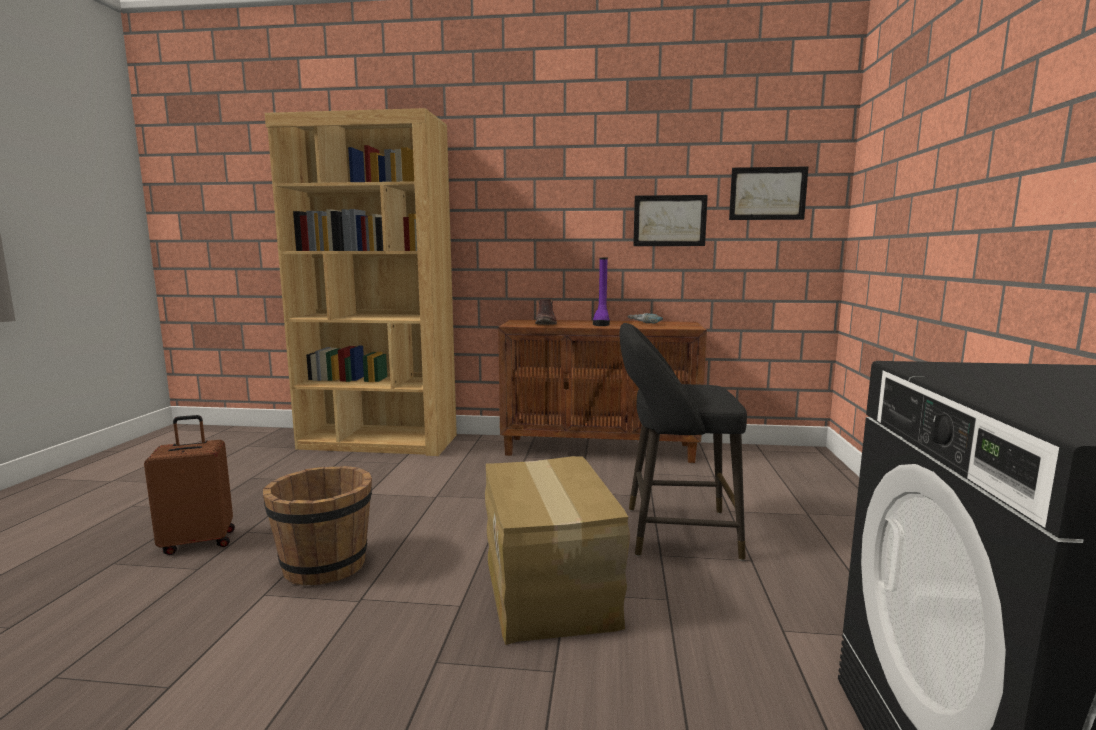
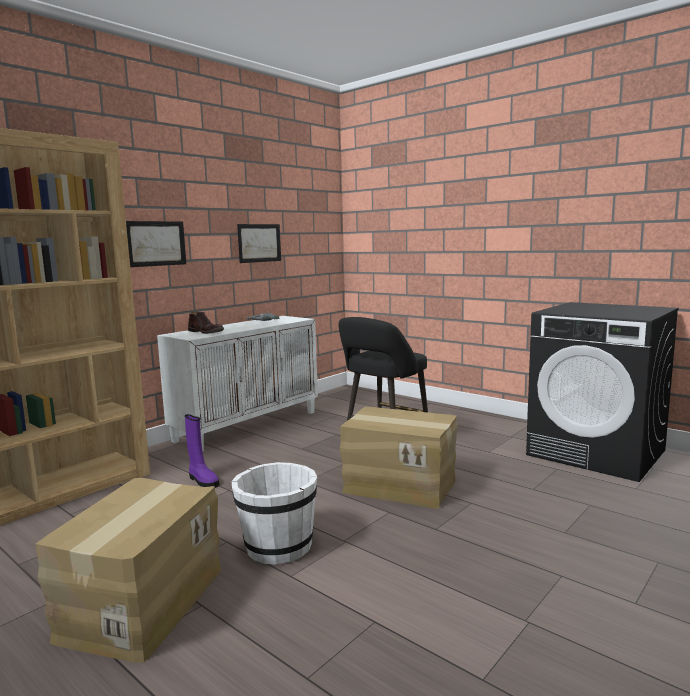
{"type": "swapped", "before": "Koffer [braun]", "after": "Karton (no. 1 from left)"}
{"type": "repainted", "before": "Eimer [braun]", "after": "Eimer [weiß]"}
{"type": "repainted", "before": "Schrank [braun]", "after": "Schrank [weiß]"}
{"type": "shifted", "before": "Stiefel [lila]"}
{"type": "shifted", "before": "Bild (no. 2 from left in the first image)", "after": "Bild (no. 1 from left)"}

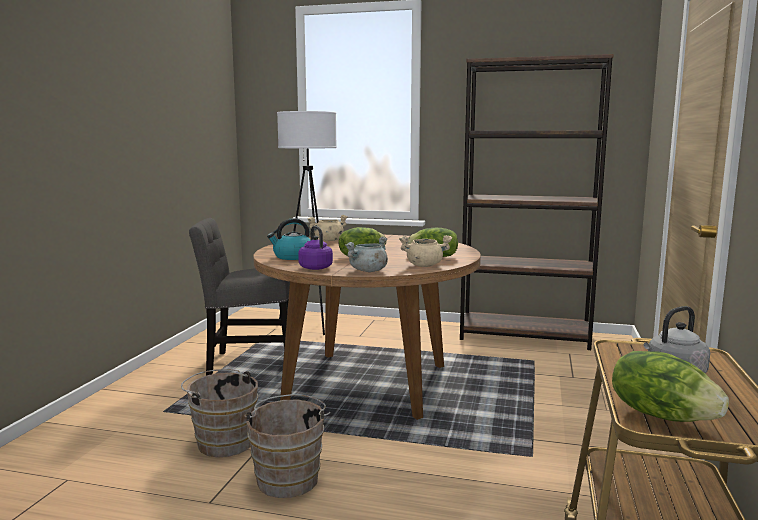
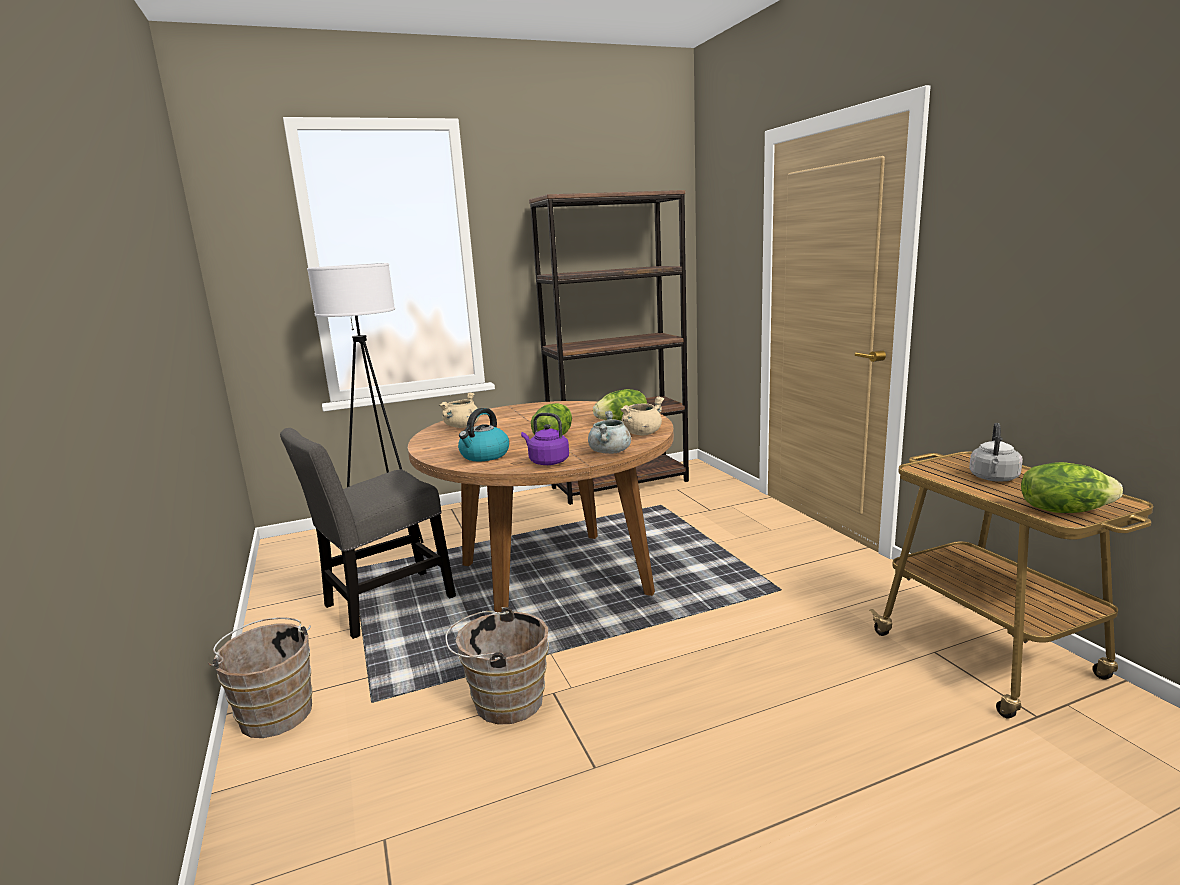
{"type": "shifted", "before": "Eimer [braun] (no. 2 from left in the first image)", "after": "Eimer [braun] (no. 1 from left)"}

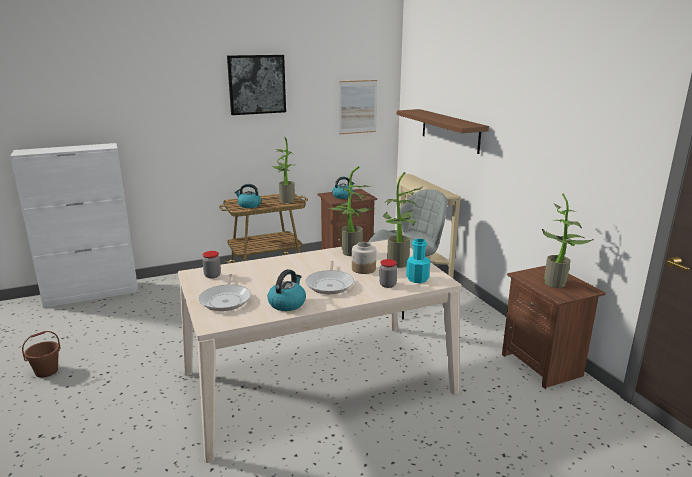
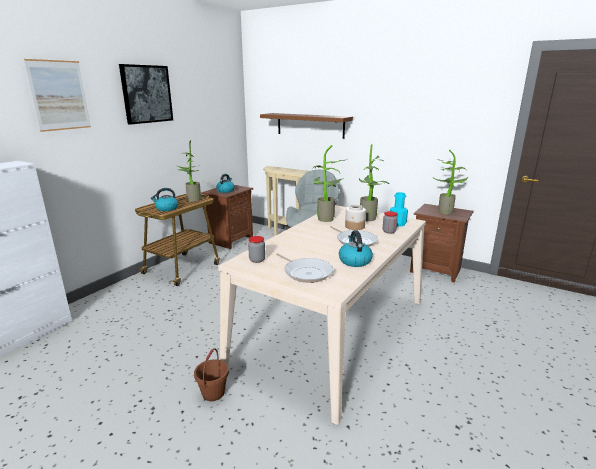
{"type": "shifted", "before": "Eimer [braun]"}
{"type": "shifted", "before": "Bild (no. 2 from left in the first image)", "after": "Bild (no. 1 from left)"}

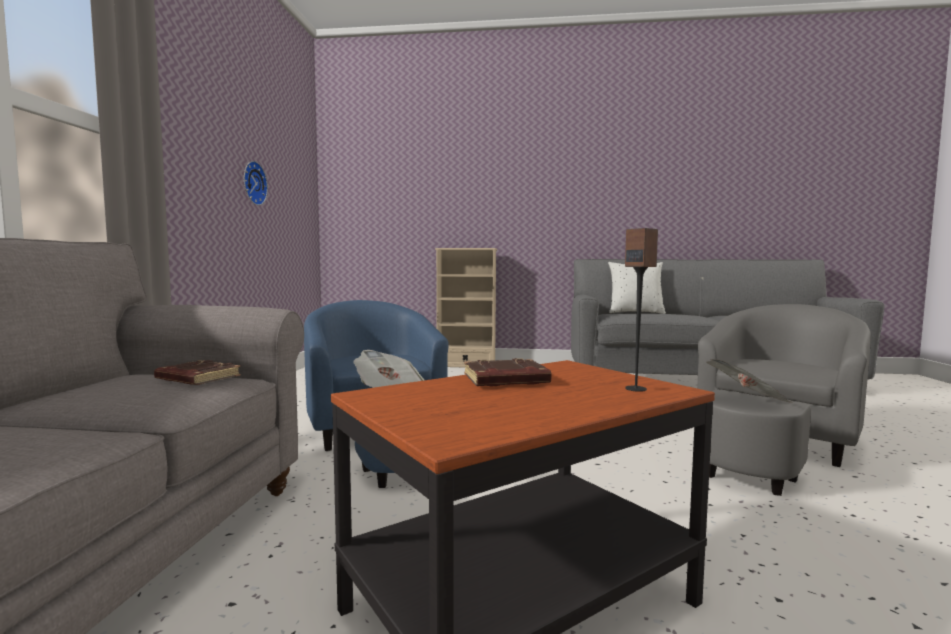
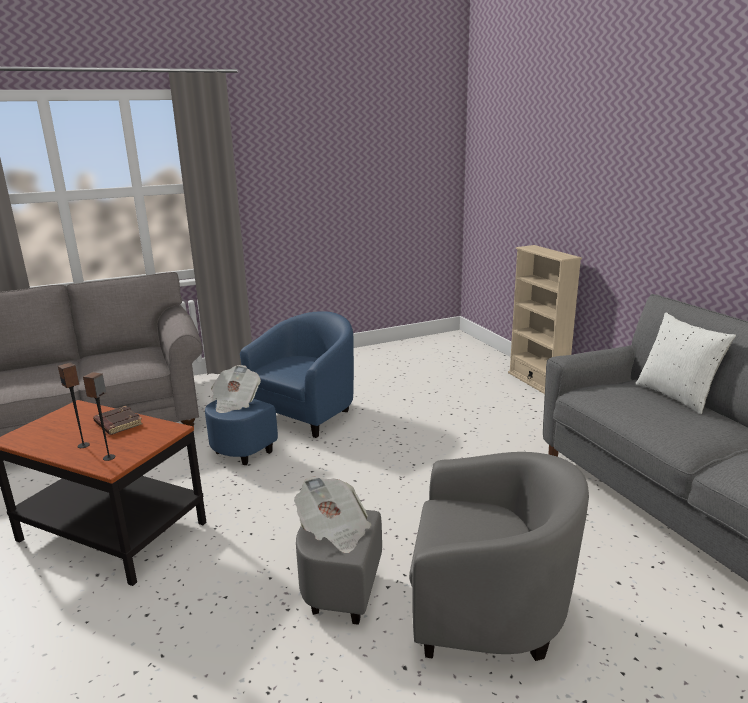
{"type": "gone", "before": "Buch [braun] (no. 1 from left)"}
{"type": "gone", "before": "Wanduhr"}
{"type": "new", "after": "Lautsprecher (no. 1 from left)"}

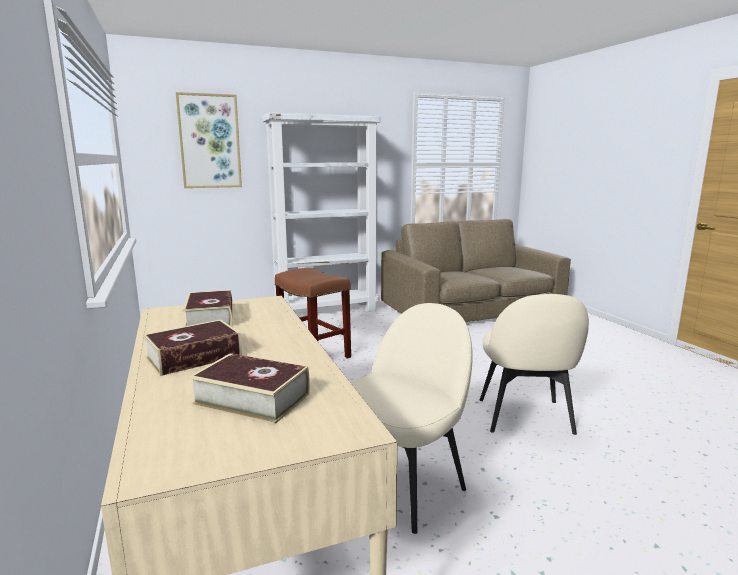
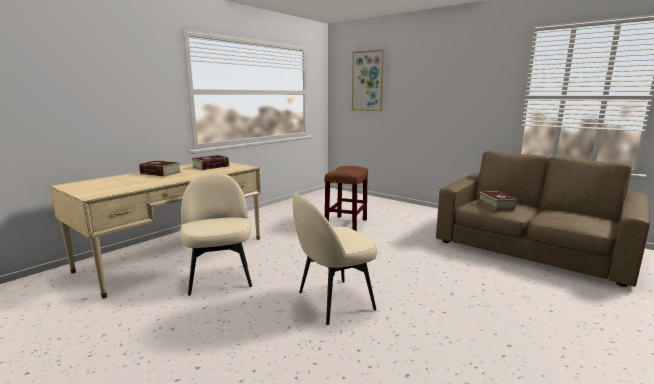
{"type": "shifted", "before": "Buch (no. 3 from left)"}
{"type": "gone", "before": "Bücherregal [weiß]"}
{"type": "rotated", "before": "Stuhl [beige] (no. 1 from left)", "turn": -120}

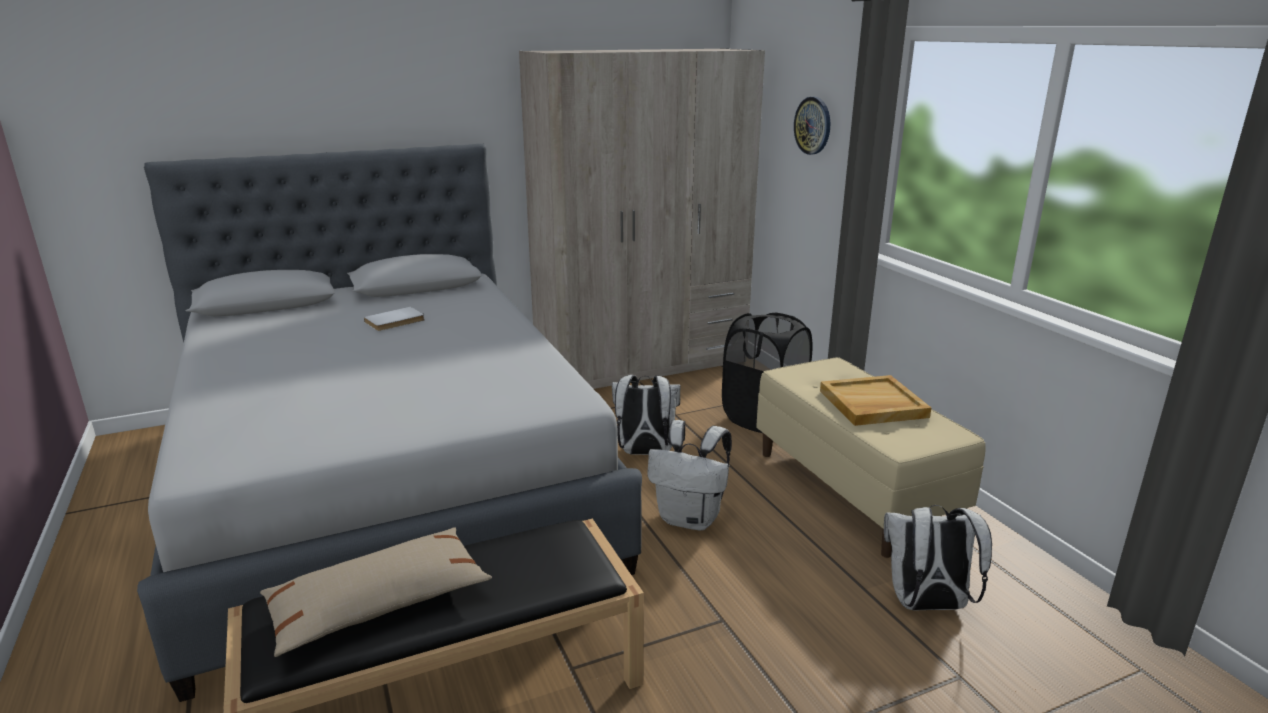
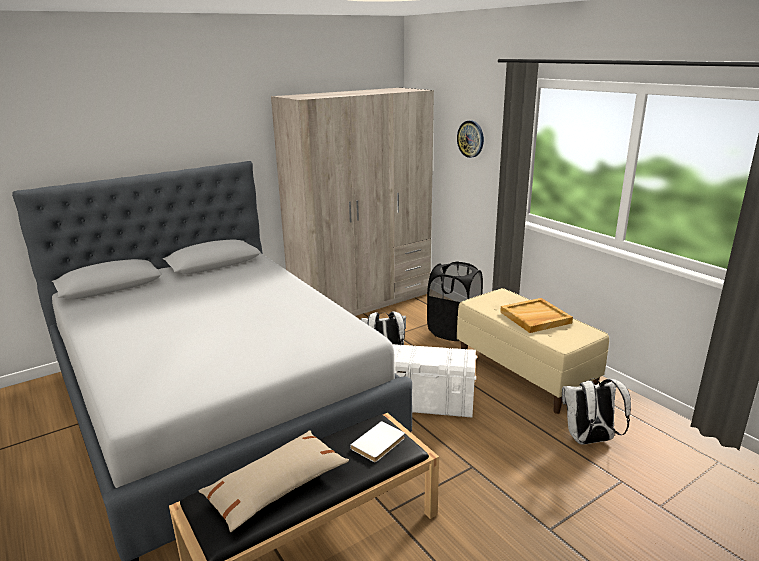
{"type": "shifted", "before": "Buch [weiß]"}
{"type": "swapped", "before": "Rucksack [weiß] (no. 2 from left)", "after": "Aufbewahrungsbox [weiß]"}

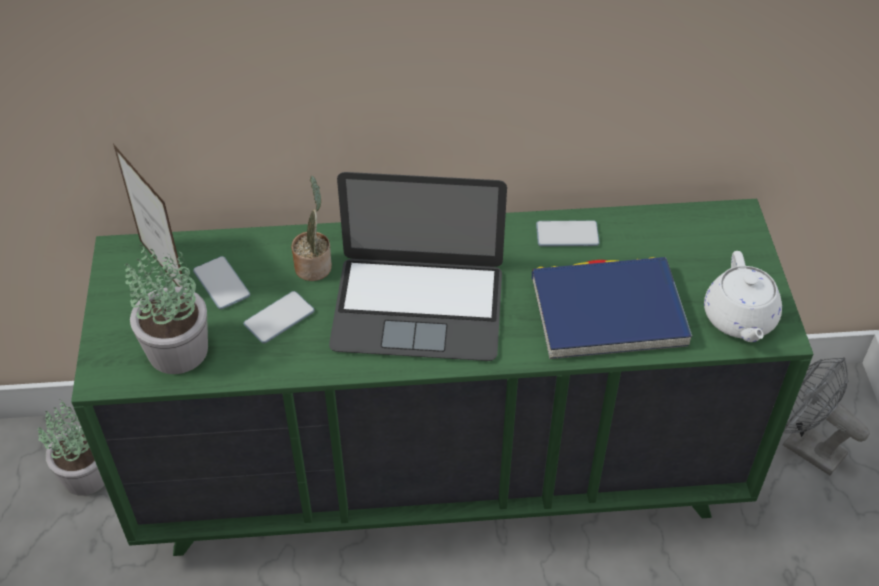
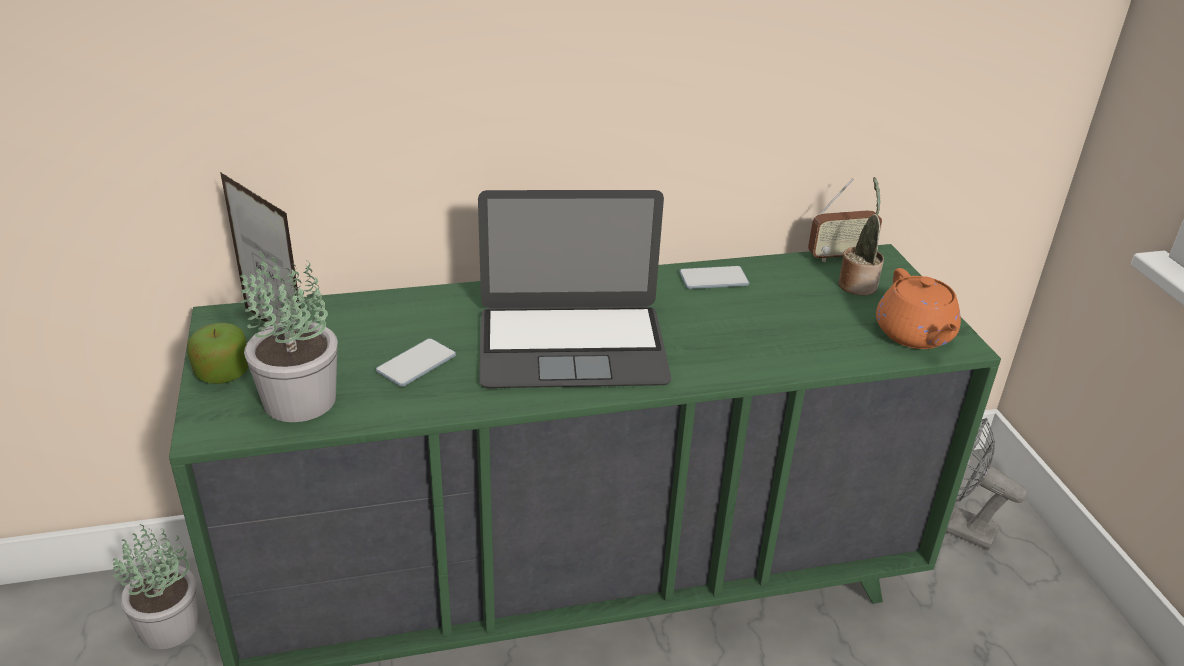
{"type": "gone", "before": "Handy (no. 1 from left)"}
{"type": "shifted", "before": "Topfpflanze (no. 3 from left)"}
{"type": "gone", "before": "Buch [blau]"}
{"type": "repainted", "before": "Teekanne [weiß]", "after": "Teekanne [orange]"}
{"type": "new", "after": "Apfel"}
{"type": "new", "after": "Radio"}

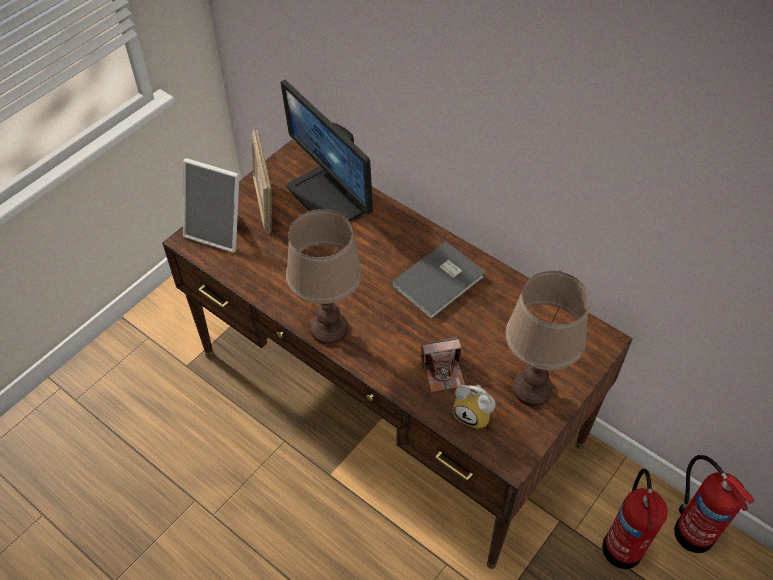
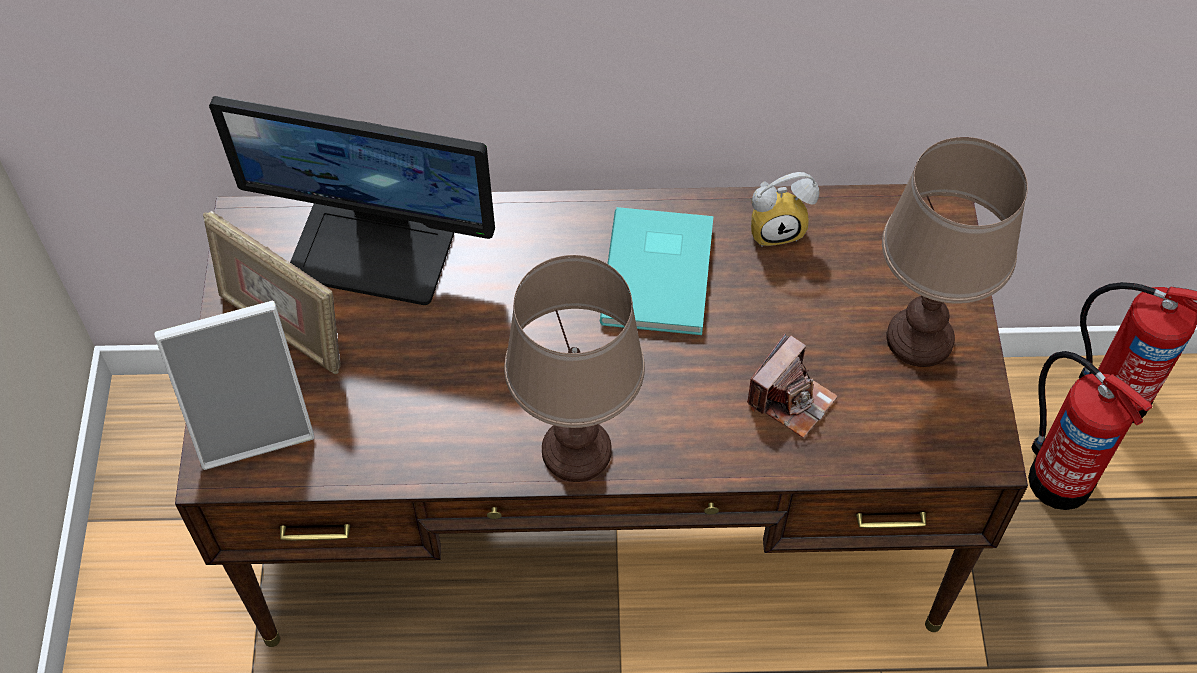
{"type": "repainted", "before": "Buch [grau]", "after": "Buch [türkis]"}
{"type": "shifted", "before": "Wecker"}

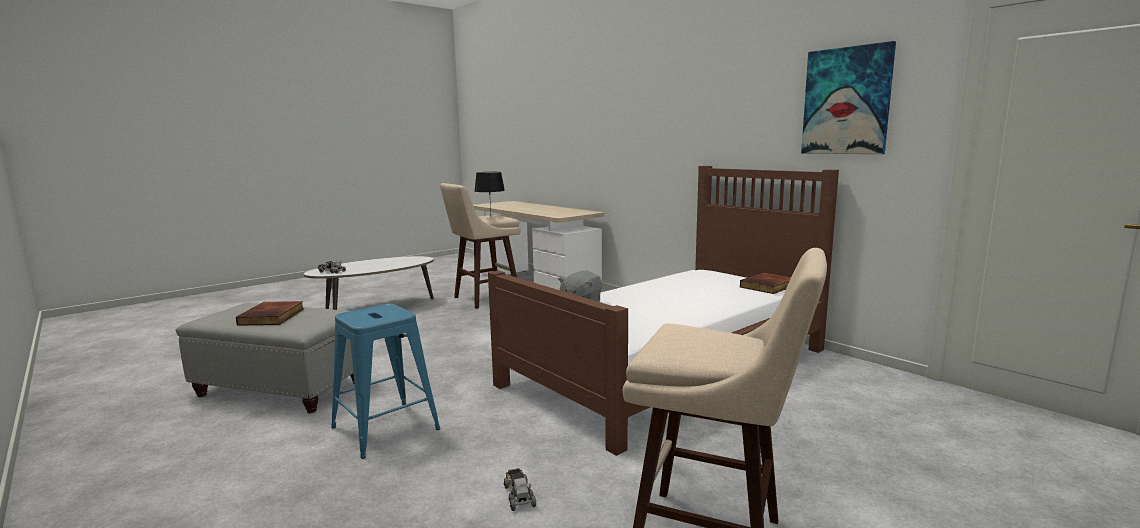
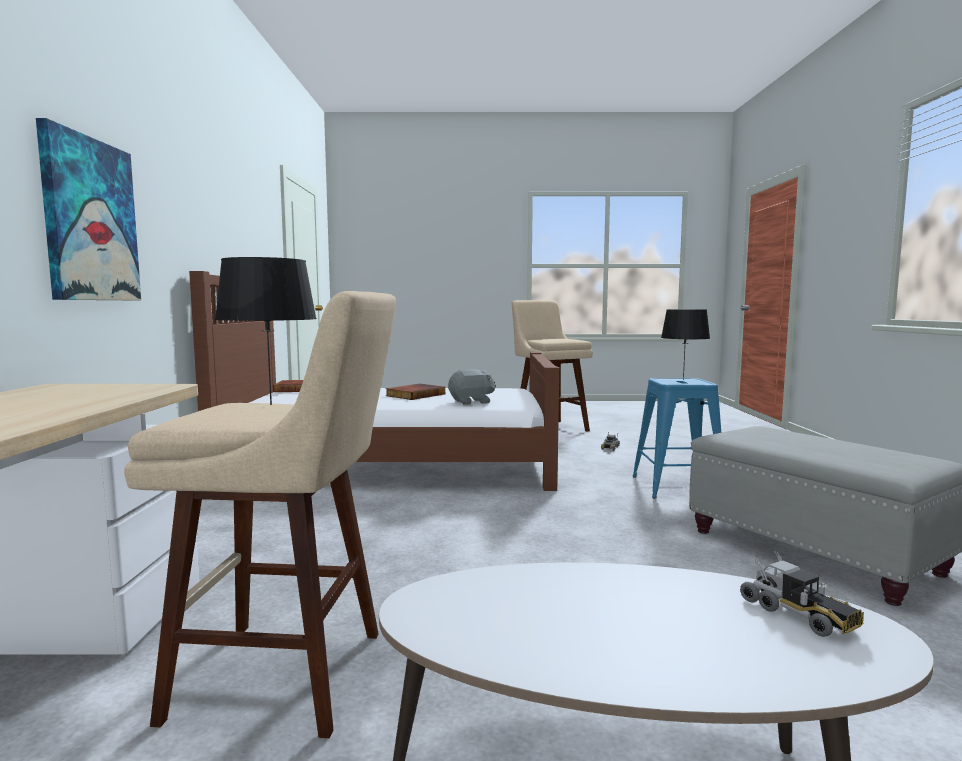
{"type": "shifted", "before": "Buch (no. 1 from left in the first image)", "after": "Buch (no. 2 from left)"}
{"type": "shifted", "before": "Bild"}
{"type": "new", "after": "Tischlampe [schwarz] (no. 2 from left)"}

